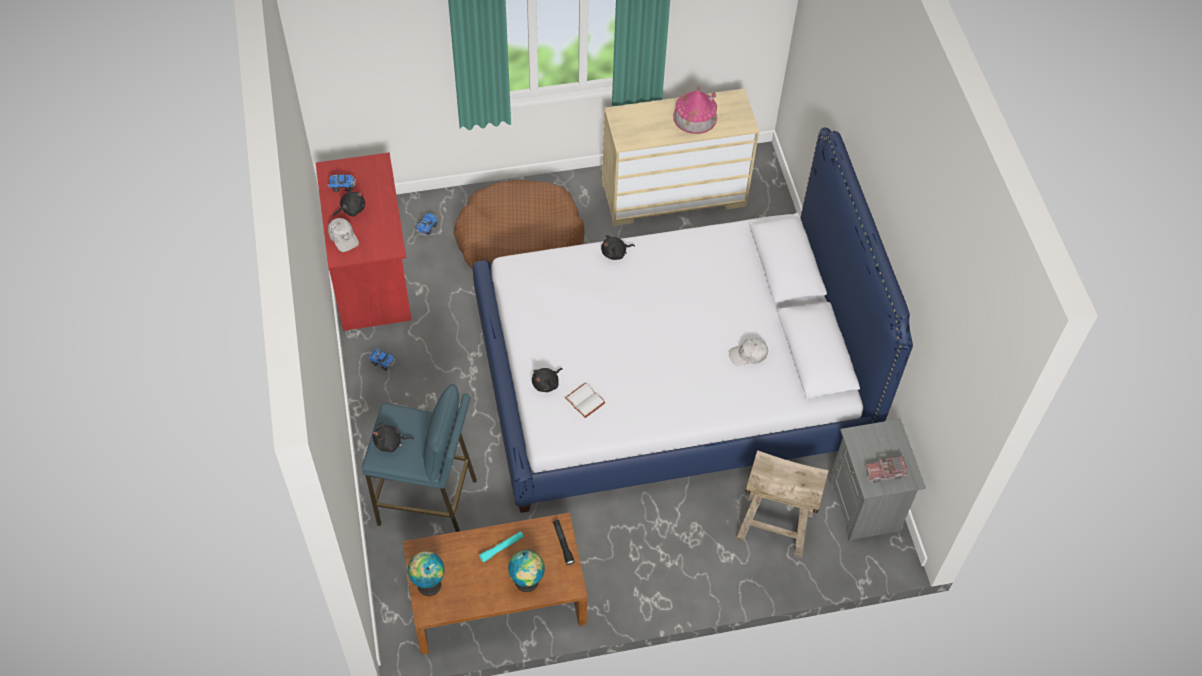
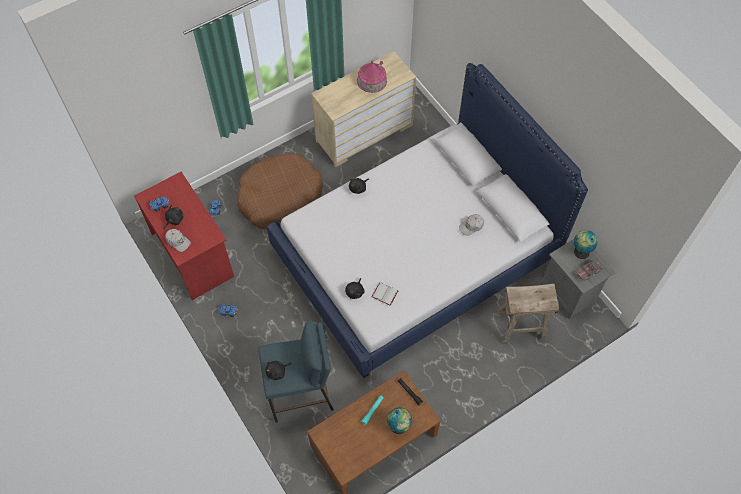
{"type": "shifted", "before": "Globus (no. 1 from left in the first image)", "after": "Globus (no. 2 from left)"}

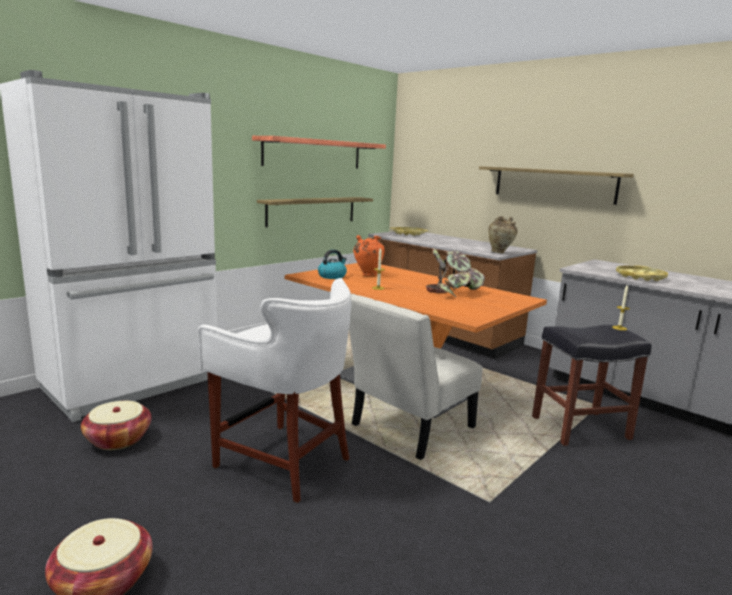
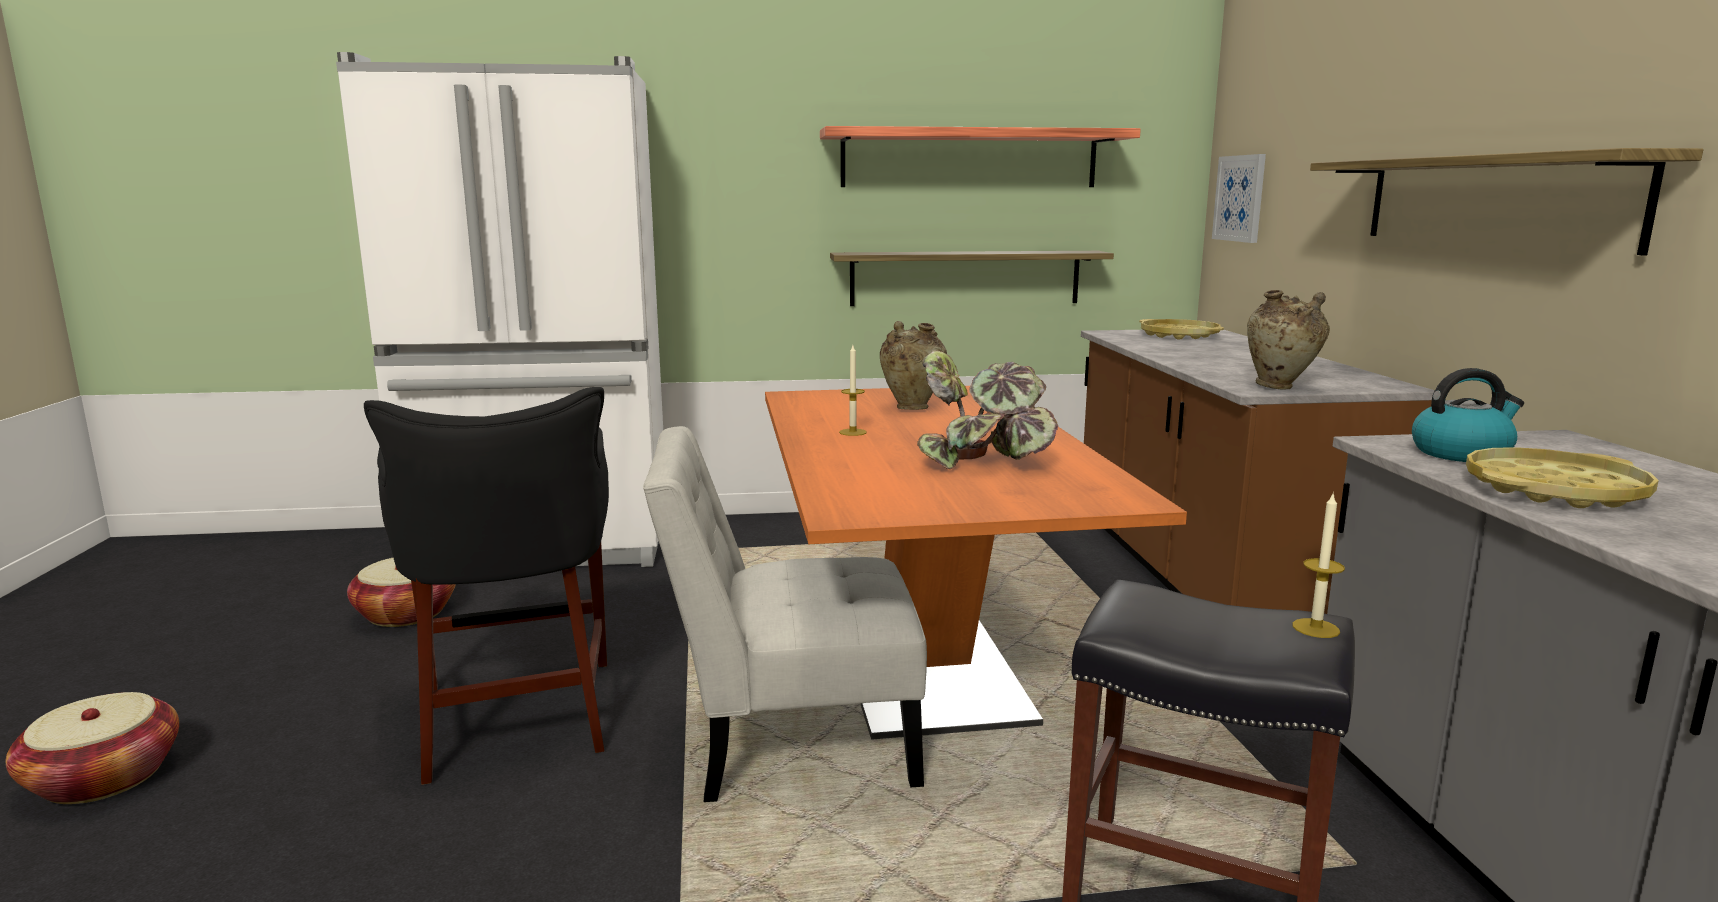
{"type": "repainted", "before": "Hocker [weiß]", "after": "Hocker [schwarz] (no. 1 from left)"}
{"type": "shifted", "before": "Wasserkessel"}
{"type": "repainted", "before": "Vase [orange]", "after": "Vase [beige] (no. 1 from left)"}
{"type": "new", "after": "Bild"}

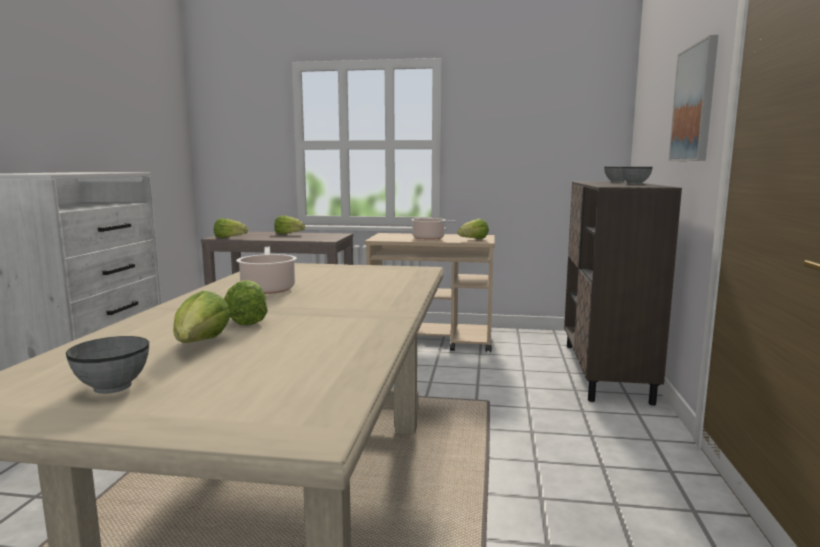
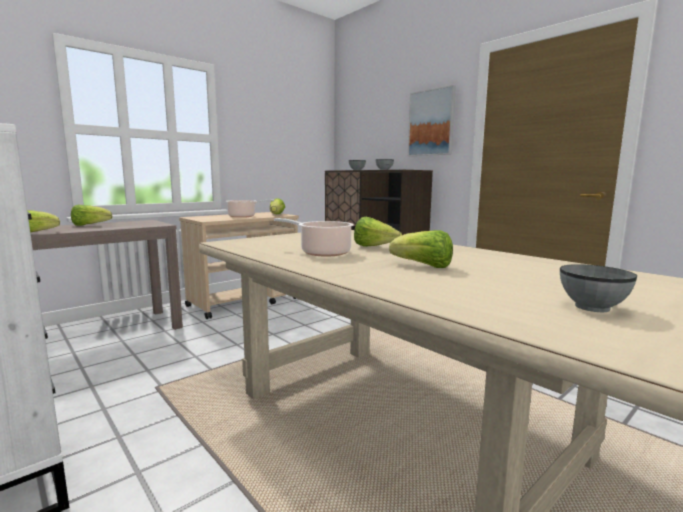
{"type": "shifted", "before": "Salatkopf (no. 1 from left in the first image)", "after": "Salatkopf (no. 4 from left)"}

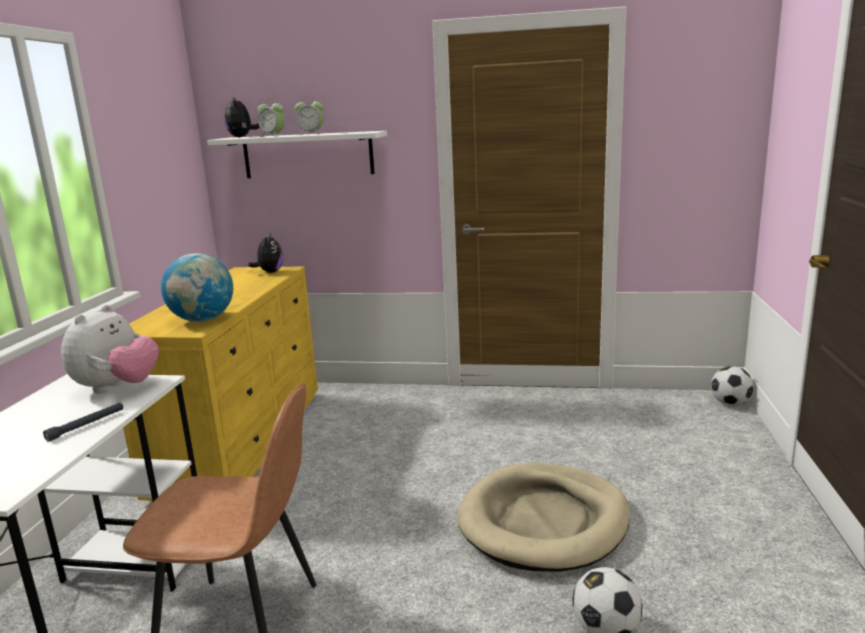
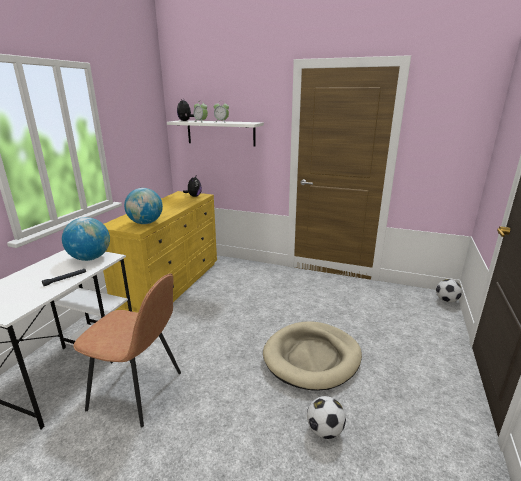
{"type": "swapped", "before": "Plüschtier (no. 1 from left)", "after": "Globus (no. 1 from left)"}

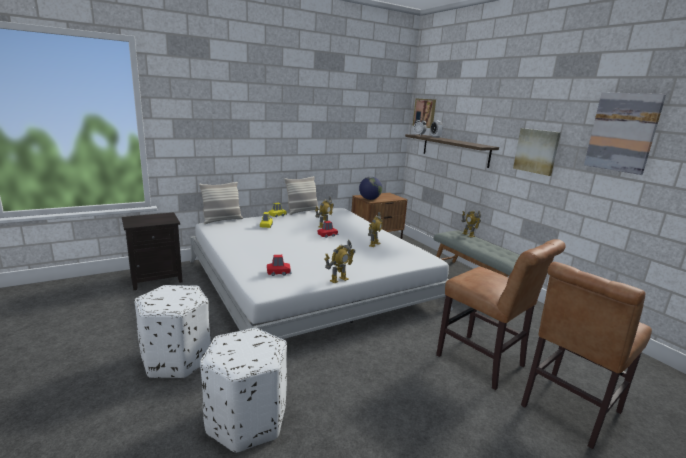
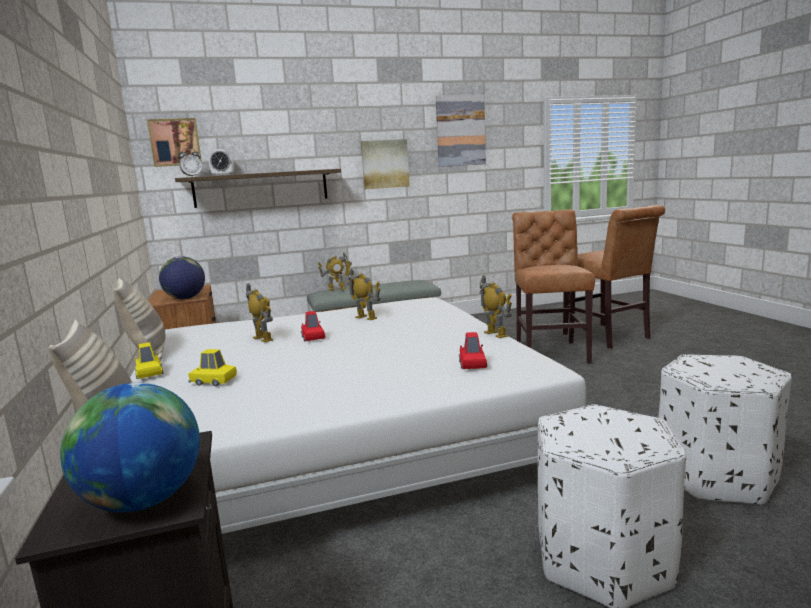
{"type": "rotated", "before": "Stuhl [braun] (no. 1 from left)", "turn": -60}
{"type": "new", "after": "Globus (no. 1 from left)"}

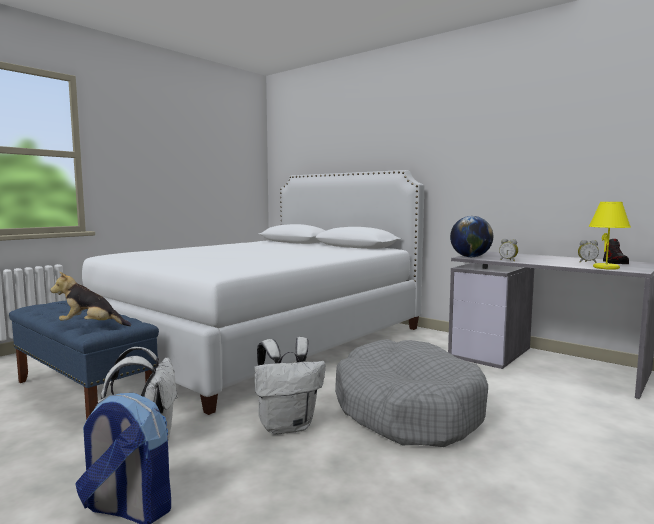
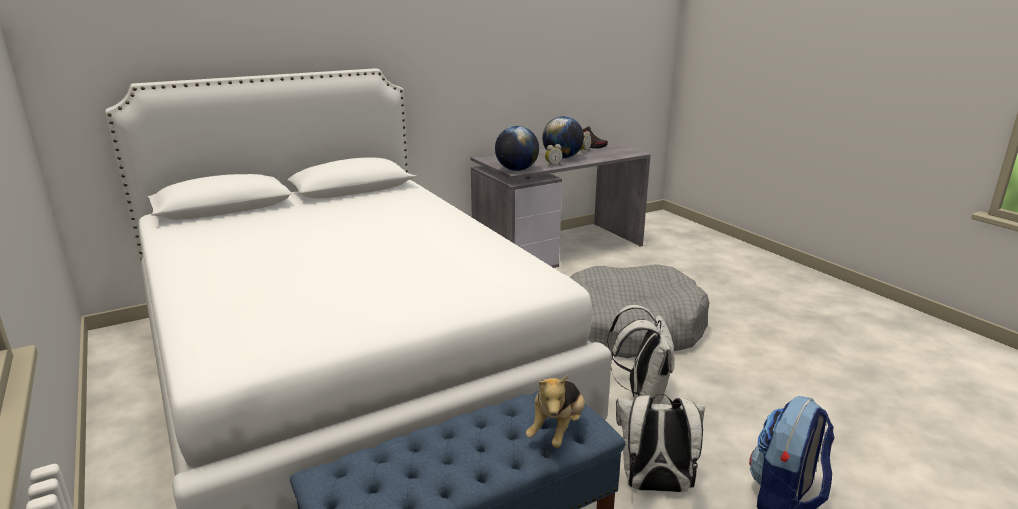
{"type": "gone", "before": "Tischlampe [gelb]"}
{"type": "new", "after": "Globus (no. 2 from left)"}

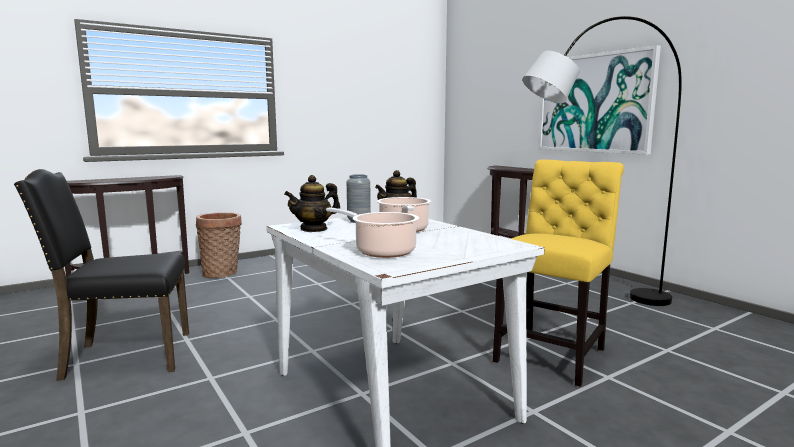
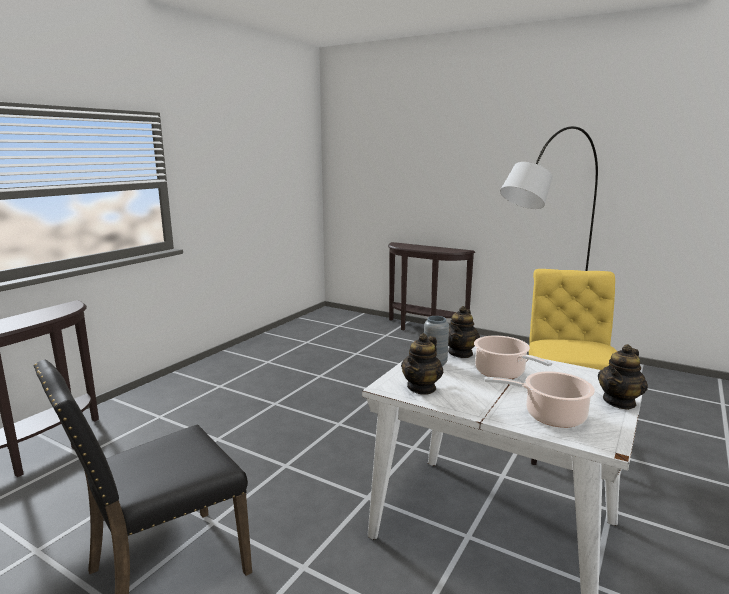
{"type": "gone", "before": "Korb"}
{"type": "gone", "before": "Bild"}
{"type": "new", "after": "Teekanne (no. 3 from left)"}

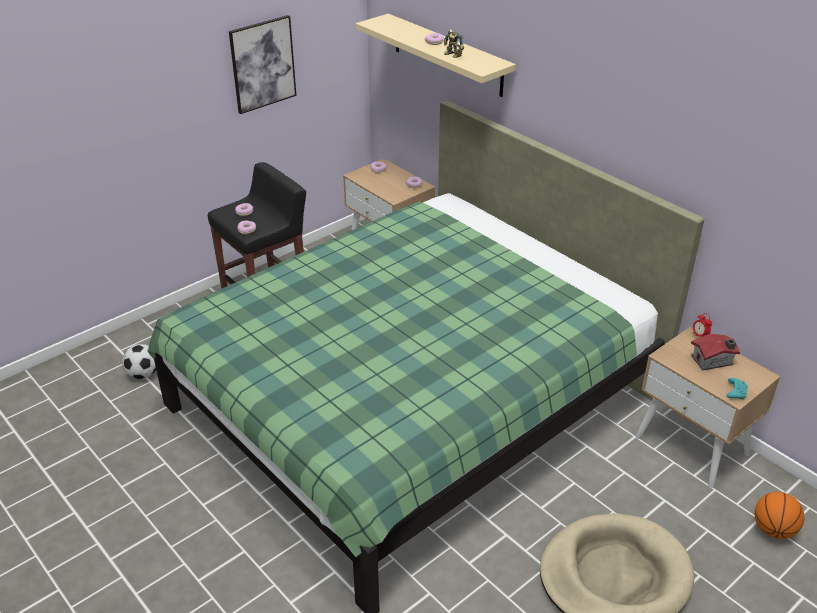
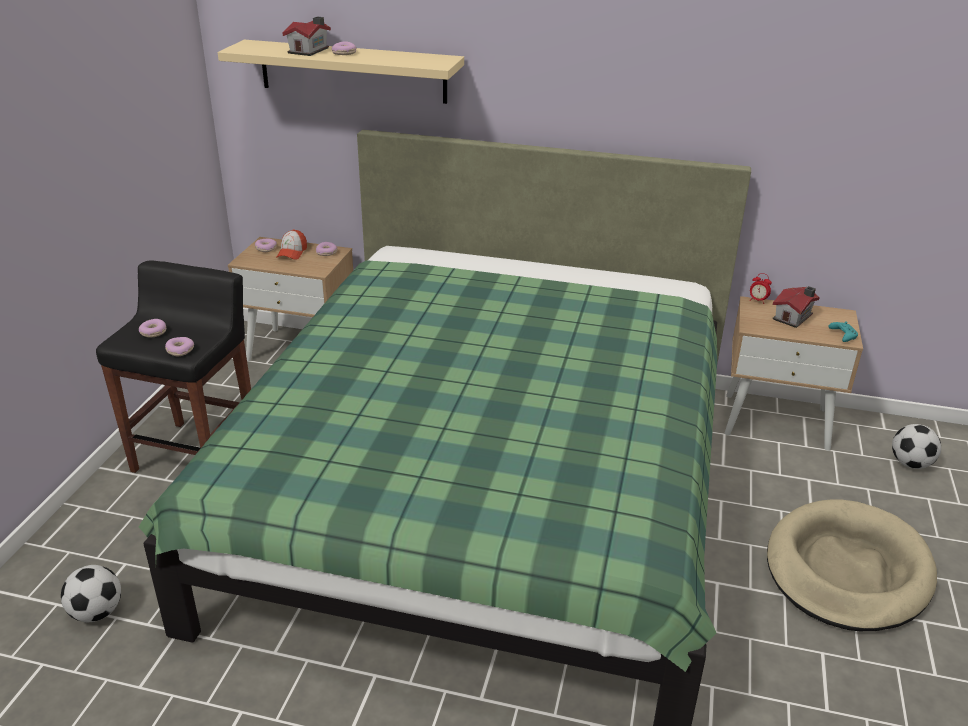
{"type": "gone", "before": "Bild"}
{"type": "gone", "before": "Spielzeugroboter"}
{"type": "swapped", "before": "Basketball", "after": "Fußball (no. 2 from left)"}
{"type": "new", "after": "Kappe"}
{"type": "new", "after": "Spielzeughaus (no. 1 from left)"}

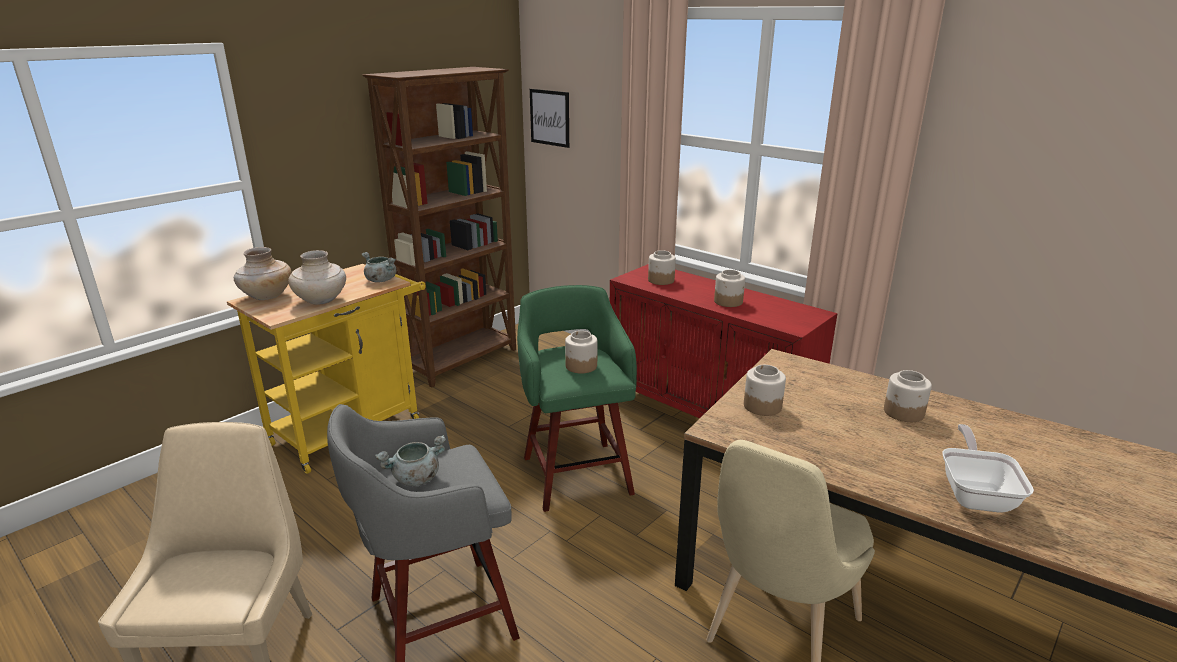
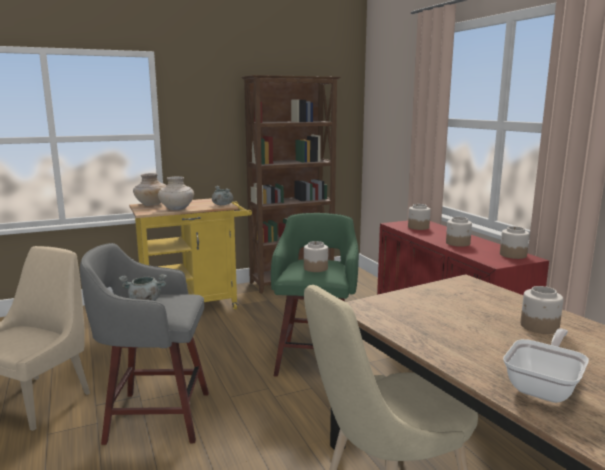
{"type": "gone", "before": "Bild"}
{"type": "shifted", "before": "Vorratsglas (no. 4 from left)"}

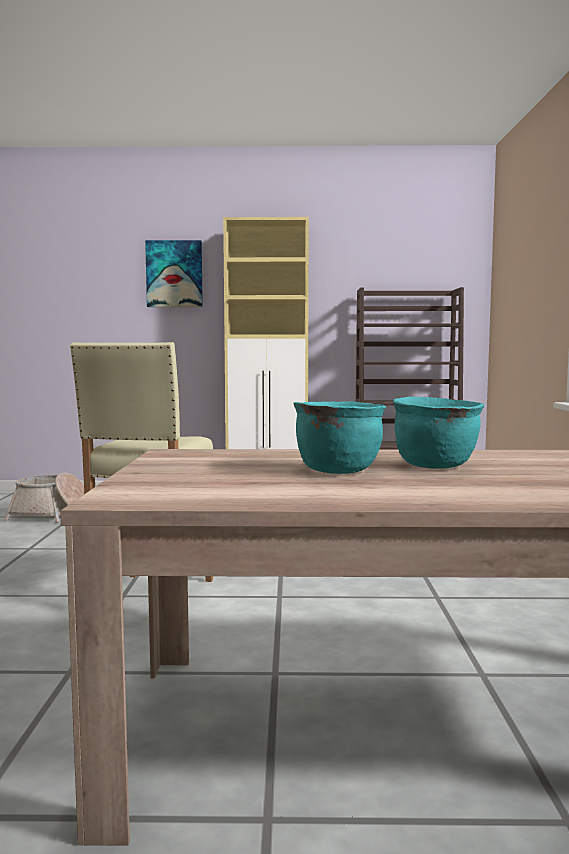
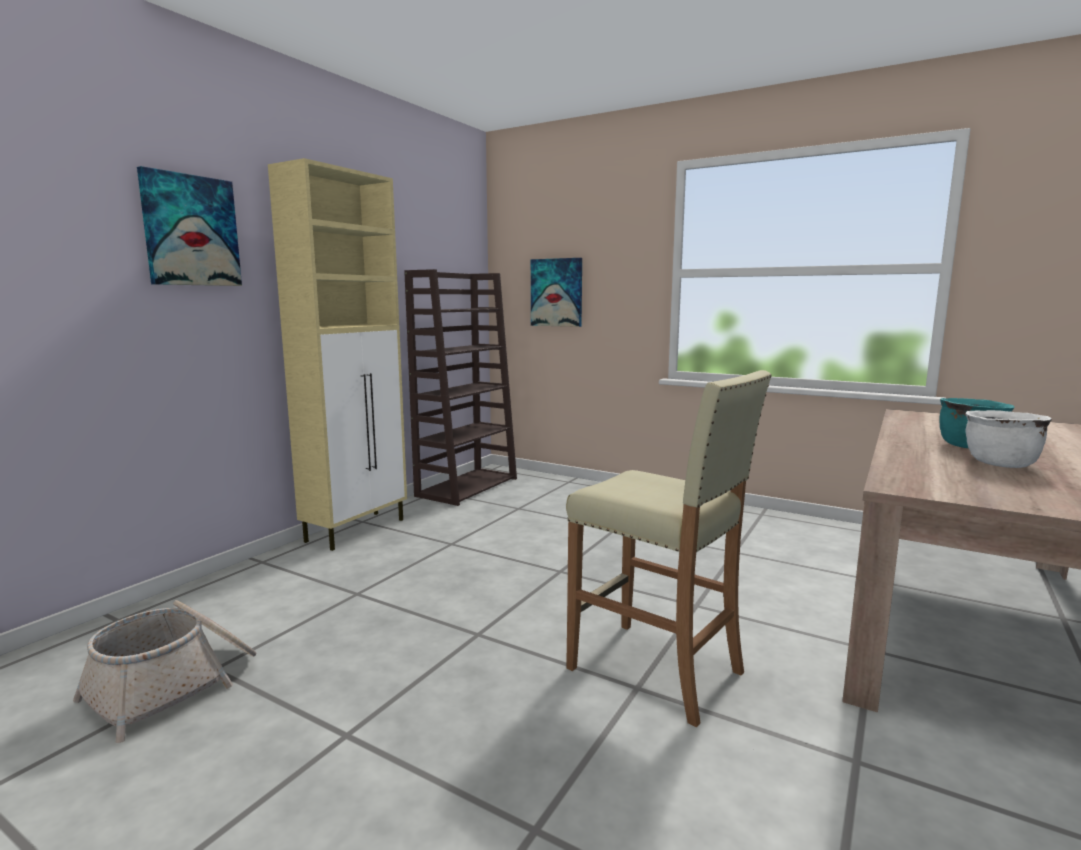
{"type": "repainted", "before": "Kochtopf [türkis] (no. 1 from left)", "after": "Kochtopf [weiß]"}
{"type": "new", "after": "Bild (no. 2 from left)"}

